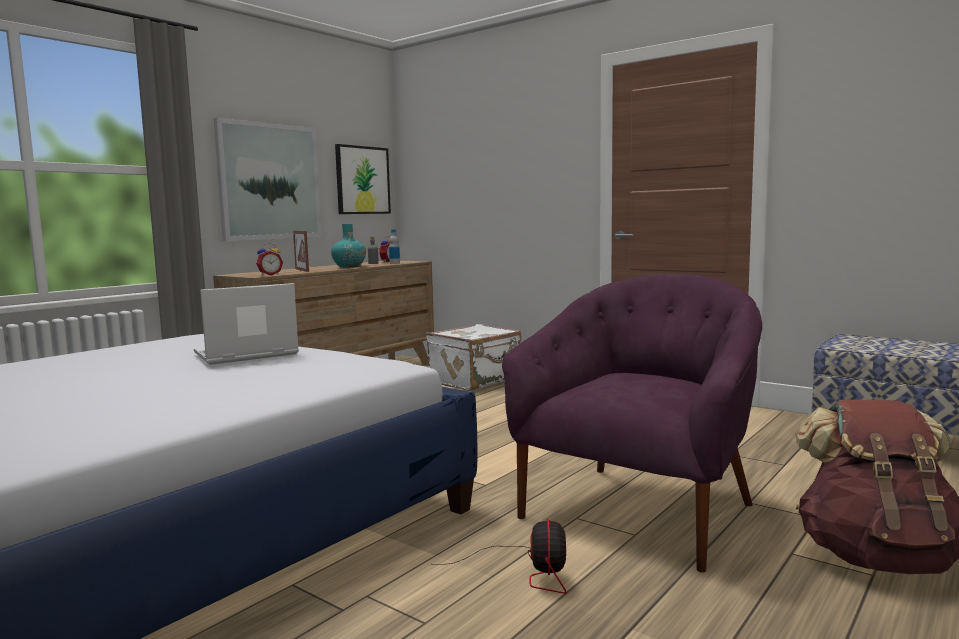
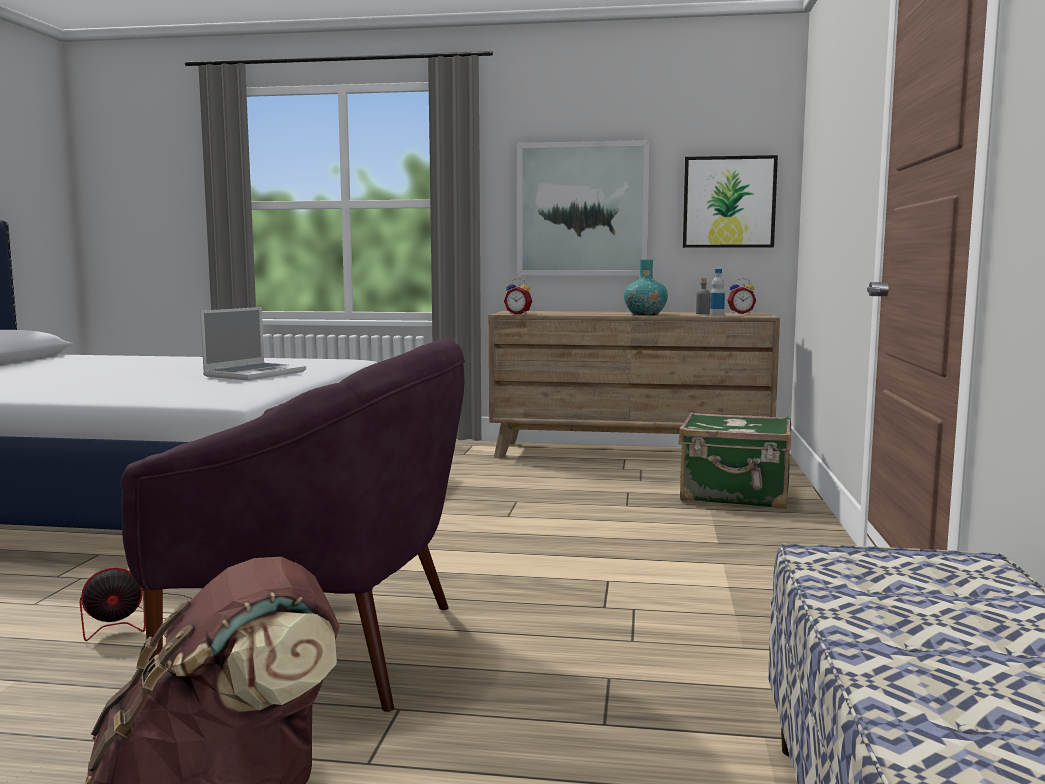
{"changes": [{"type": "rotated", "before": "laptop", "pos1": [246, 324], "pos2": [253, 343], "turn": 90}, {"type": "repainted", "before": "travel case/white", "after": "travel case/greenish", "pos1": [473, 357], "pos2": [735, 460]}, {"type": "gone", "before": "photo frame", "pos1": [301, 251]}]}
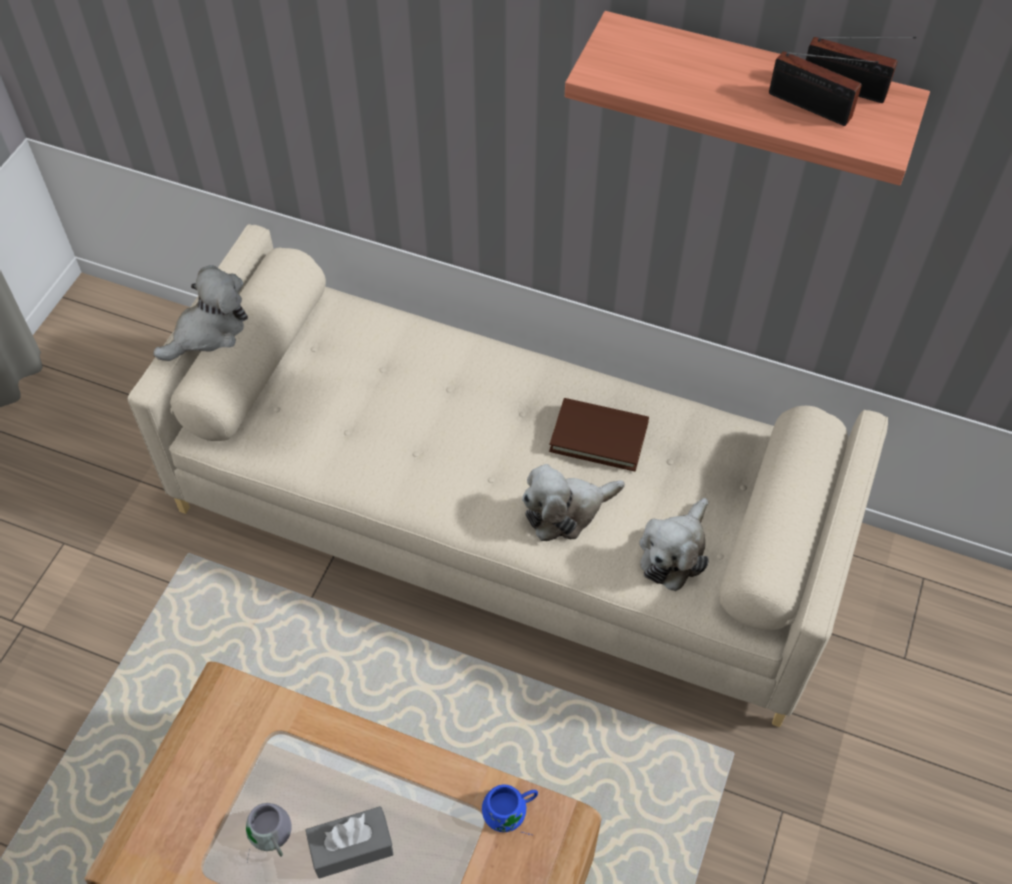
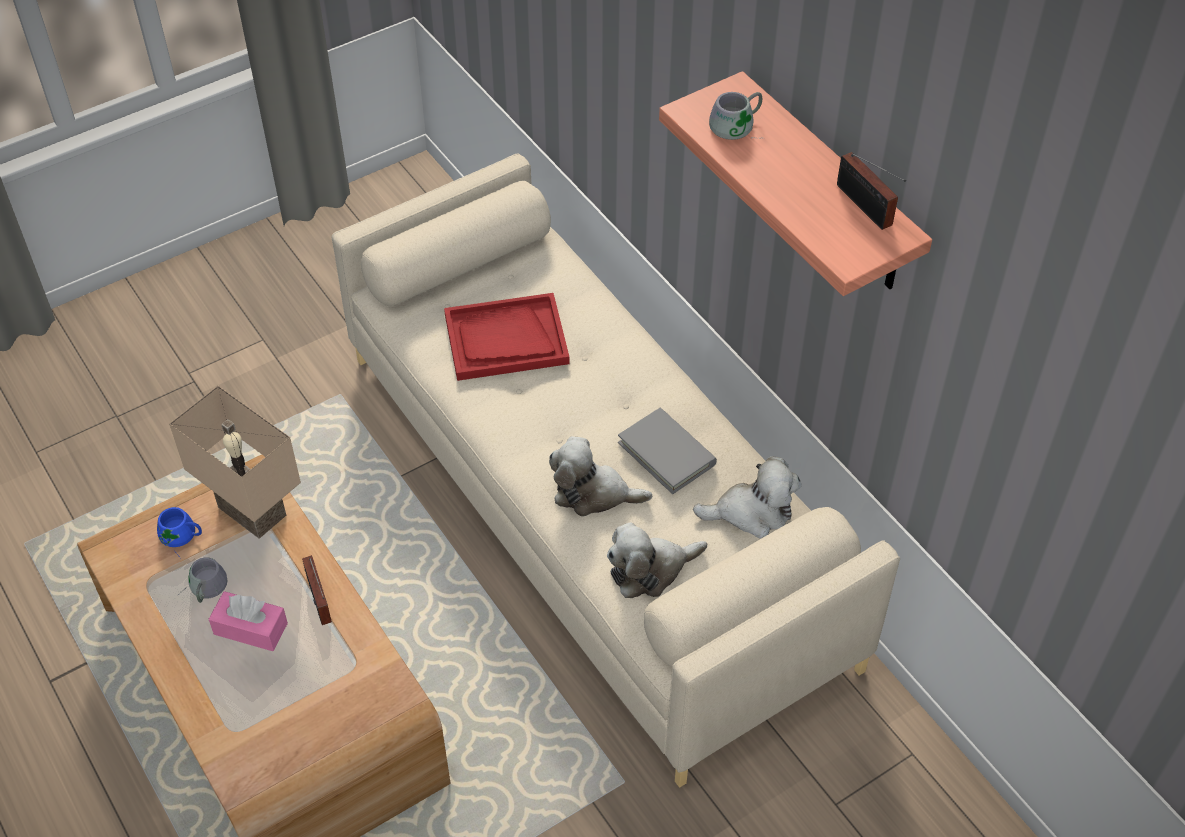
{"changes": [{"type": "shifted", "before": "coffee mug/bluish", "pos1": [510, 809], "pos2": [179, 531]}, {"type": "new", "after": "lamp for a table/beige-coloured", "pos2": [235, 462]}, {"type": "repainted", "before": "tissue holder/gray", "after": "tissue holder/pink", "pos1": [350, 842], "pos2": [248, 621]}, {"type": "shifted", "before": "radio receiver", "pos1": [824, 88], "pos2": [317, 590]}, {"type": "new", "after": "carrying tray/reddish", "pos2": [507, 337]}, {"type": "repainted", "before": "volume/brown", "after": "volume/gray", "pos1": [599, 435], "pos2": [667, 451]}, {"type": "shifted", "before": "plush toy", "pos1": [200, 313], "pos2": [747, 497]}, {"type": "new", "after": "coffee mug/gray", "pos2": [736, 116]}]}
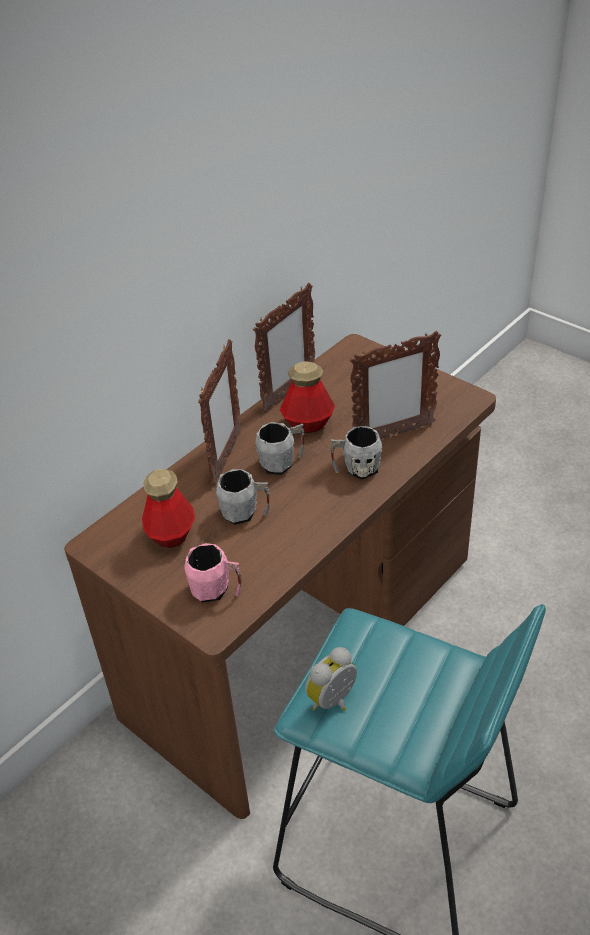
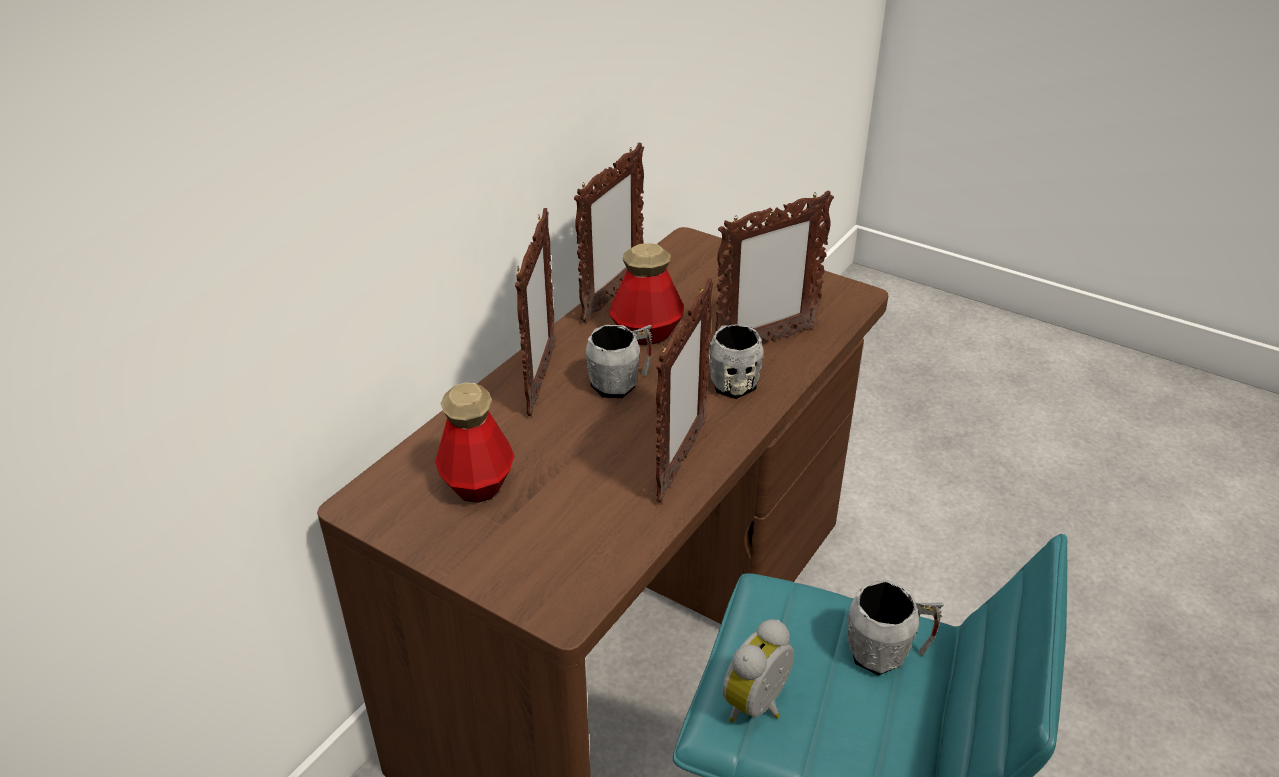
{"changes": [{"type": "new", "after": "photo frame", "pos2": [684, 390]}, {"type": "shifted", "before": "coffee mug/gray", "pos1": [243, 497], "pos2": [896, 627]}, {"type": "gone", "before": "coffee mug/pink", "pos1": [212, 573]}]}
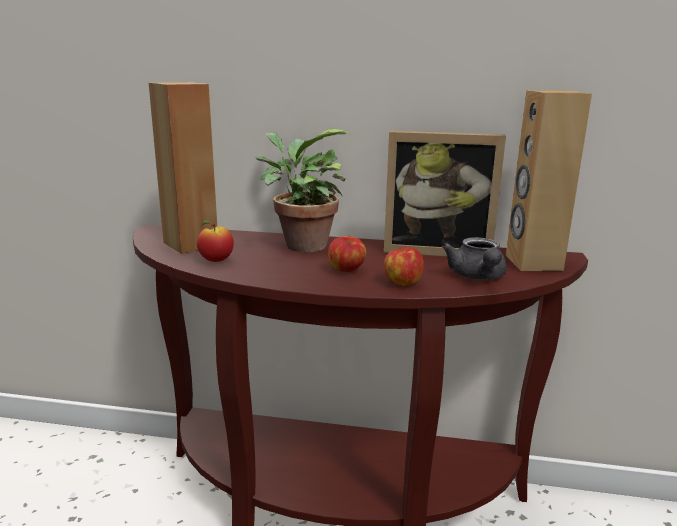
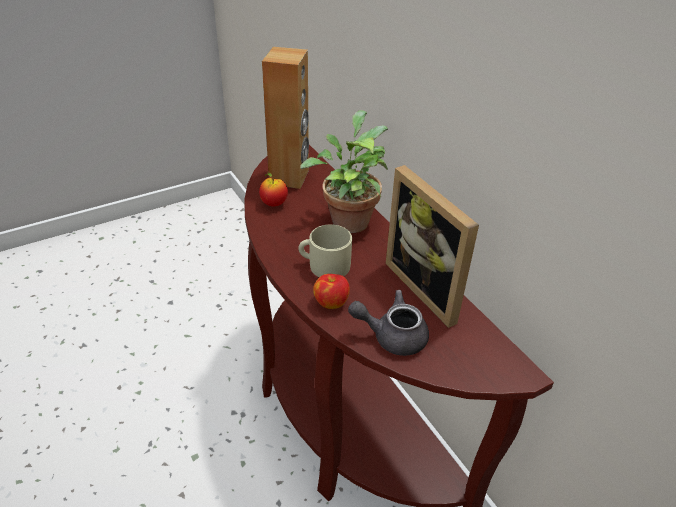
{"changes": [{"type": "swapped", "before": "whole apple", "after": "coffee mug/beige-coloured", "pos1": [347, 254], "pos2": [325, 250]}, {"type": "rotated", "before": "tea pot/gray", "pos1": [474, 258], "pos2": [388, 323], "turn": 45}, {"type": "gone", "before": "loudspeaker/brown", "pos1": [549, 180]}]}
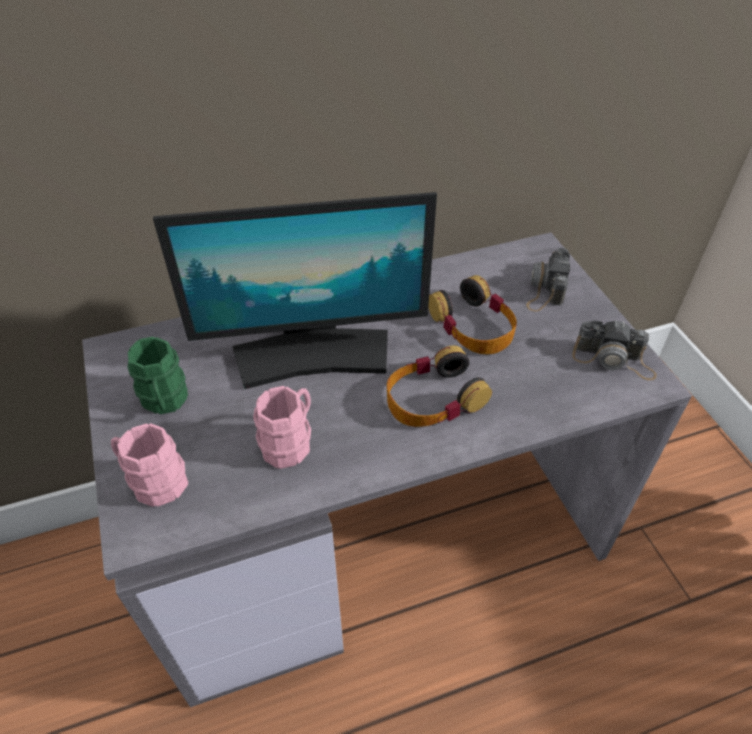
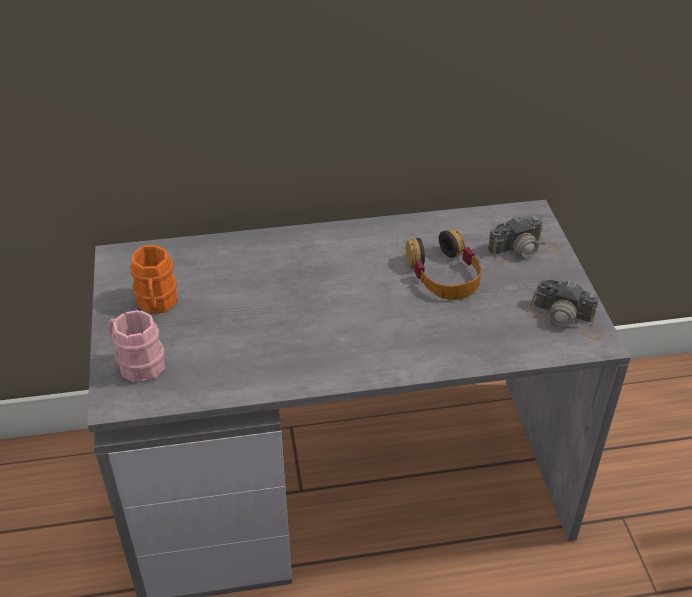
{"changes": [{"type": "repainted", "before": "coffee mug/greenish", "after": "coffee mug/orangey", "pos1": [157, 375], "pos2": [154, 279]}, {"type": "rotated", "before": "photo camera", "pos1": [548, 279], "pos2": [524, 239], "turn": -135}, {"type": "gone", "before": "monitor", "pos1": [295, 290]}, {"type": "gone", "before": "coffee mug/pink", "pos1": [282, 427]}, {"type": "gone", "before": "headphones", "pos1": [439, 386]}]}
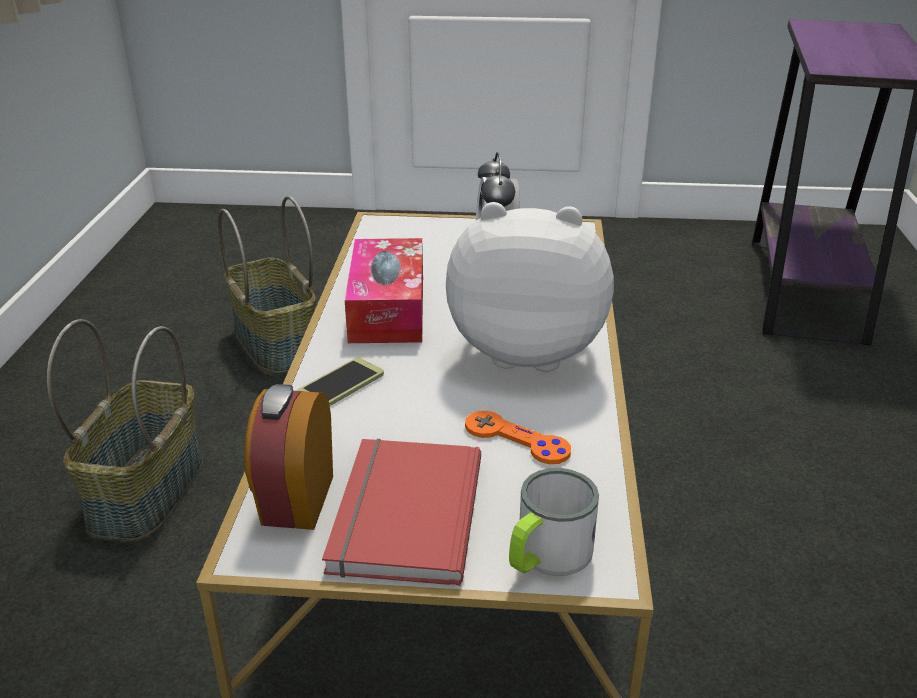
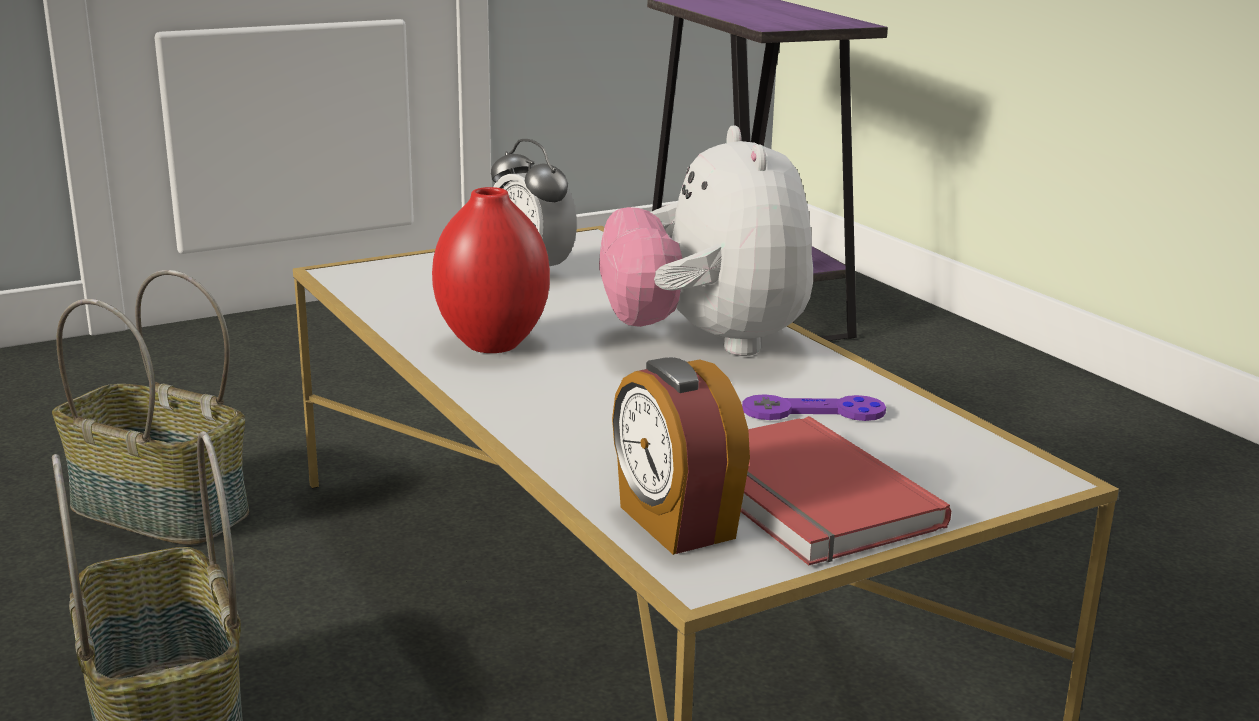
{"changes": [{"type": "swapped", "before": "tissue holder", "after": "vase/reddish", "pos1": [384, 290], "pos2": [491, 270]}, {"type": "rotated", "before": "plush toy", "pos1": [530, 287], "pos2": [706, 241], "turn": -75}, {"type": "repainted", "before": "joypad/orangey", "after": "joypad/purple", "pos1": [518, 437], "pos2": [814, 407]}, {"type": "gone", "before": "handset", "pos1": [340, 382]}, {"type": "gone", "before": "coffee mug", "pos1": [554, 522]}]}
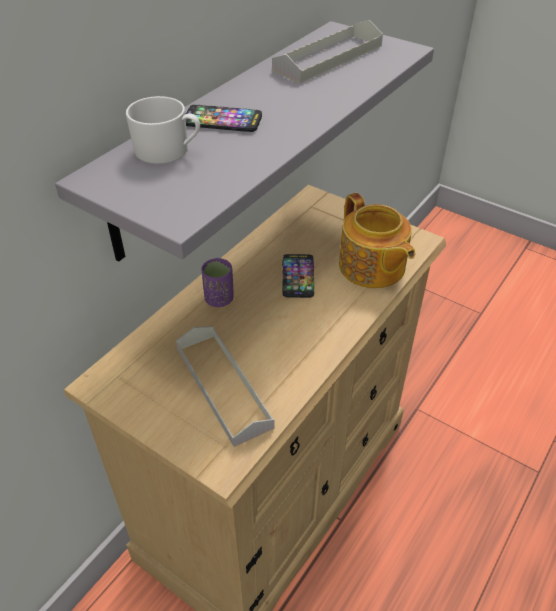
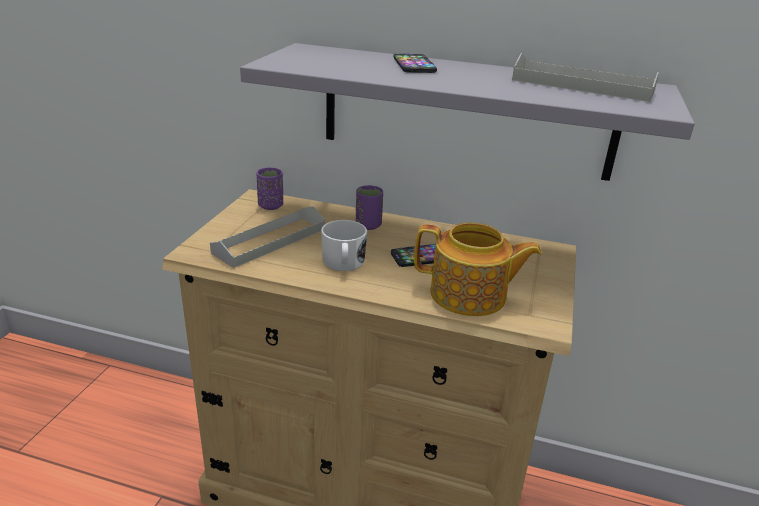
{"changes": [{"type": "new", "after": "small cup/purple", "pos2": [269, 189]}, {"type": "shifted", "before": "coffee mug/white", "pos1": [163, 130], "pos2": [344, 245]}, {"type": "rotated", "before": "tea pot", "pos1": [377, 240], "pos2": [478, 269], "turn": -120}]}
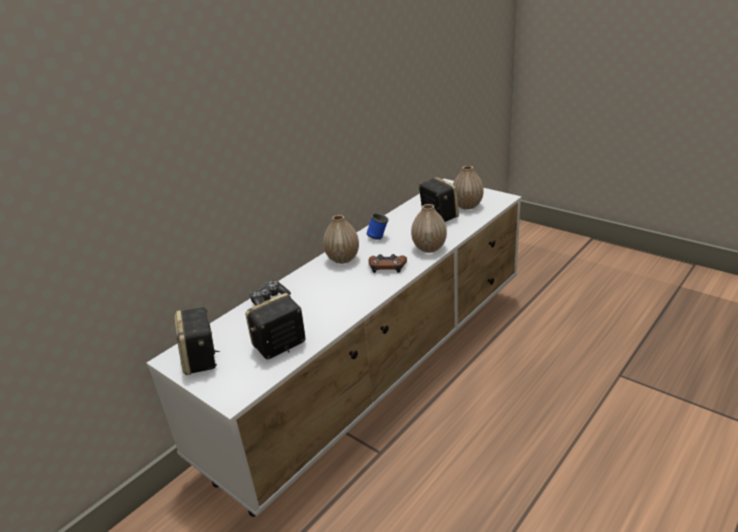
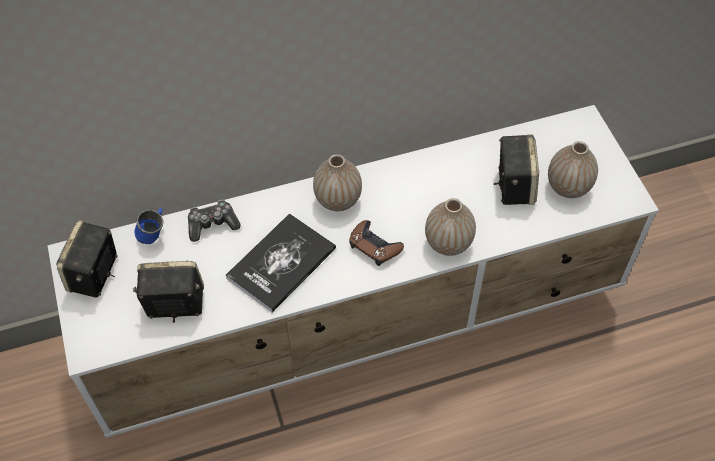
{"changes": [{"type": "shifted", "before": "coffee mug/bluish", "pos1": [377, 226], "pos2": [149, 226]}, {"type": "new", "after": "volume", "pos2": [281, 263]}]}
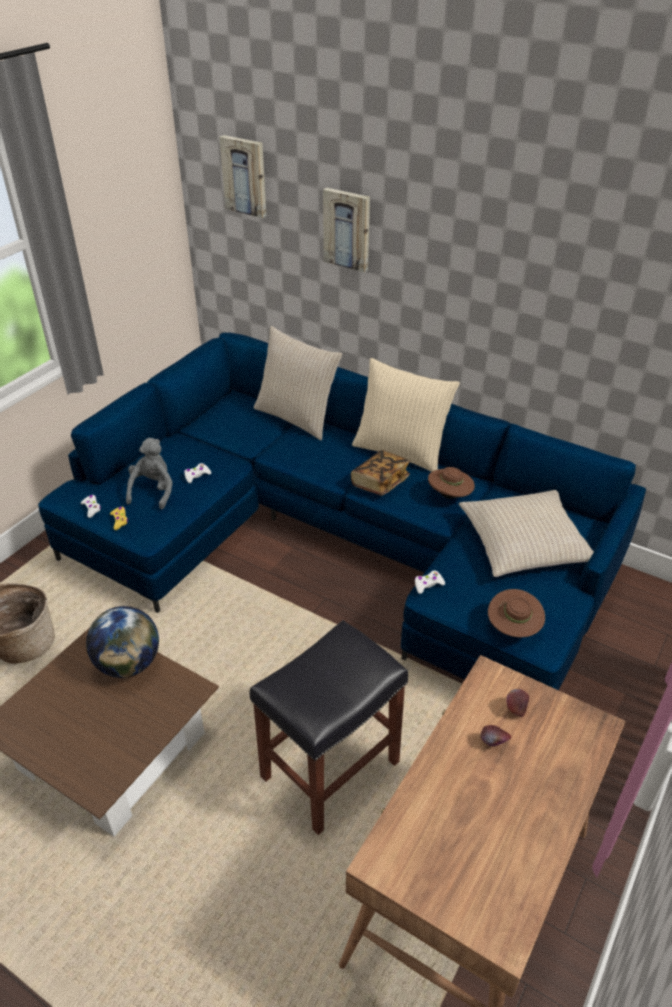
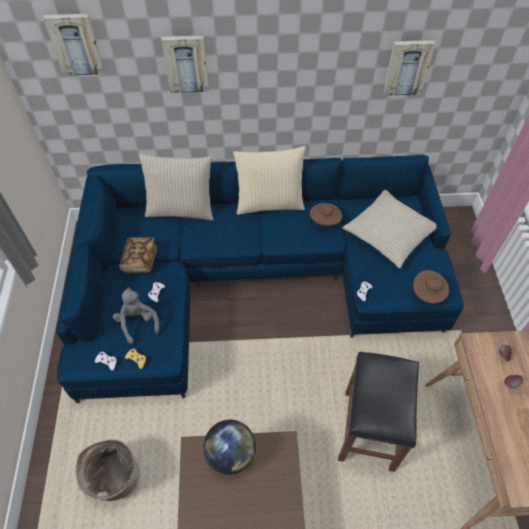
{"changes": [{"type": "shifted", "before": "volume", "pos1": [380, 473], "pos2": [138, 255]}, {"type": "new", "after": "wall art", "pos2": [409, 68]}]}
